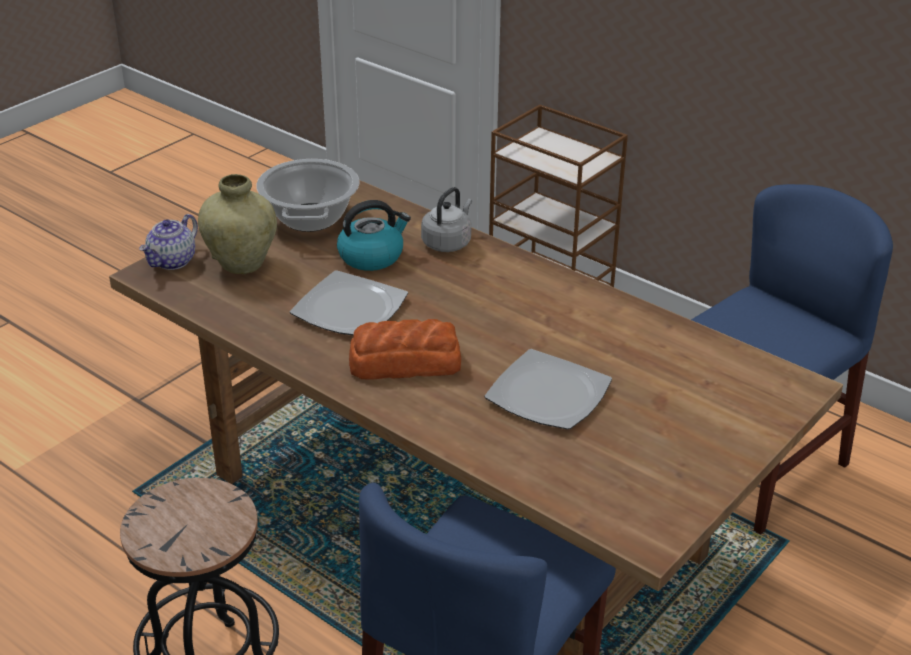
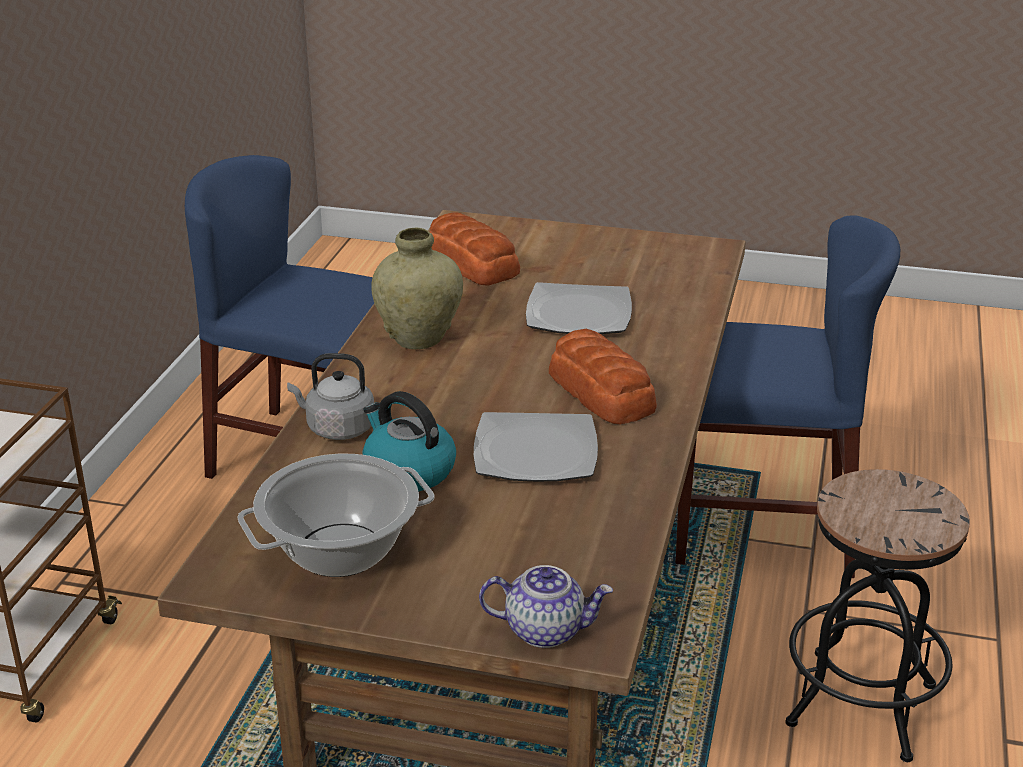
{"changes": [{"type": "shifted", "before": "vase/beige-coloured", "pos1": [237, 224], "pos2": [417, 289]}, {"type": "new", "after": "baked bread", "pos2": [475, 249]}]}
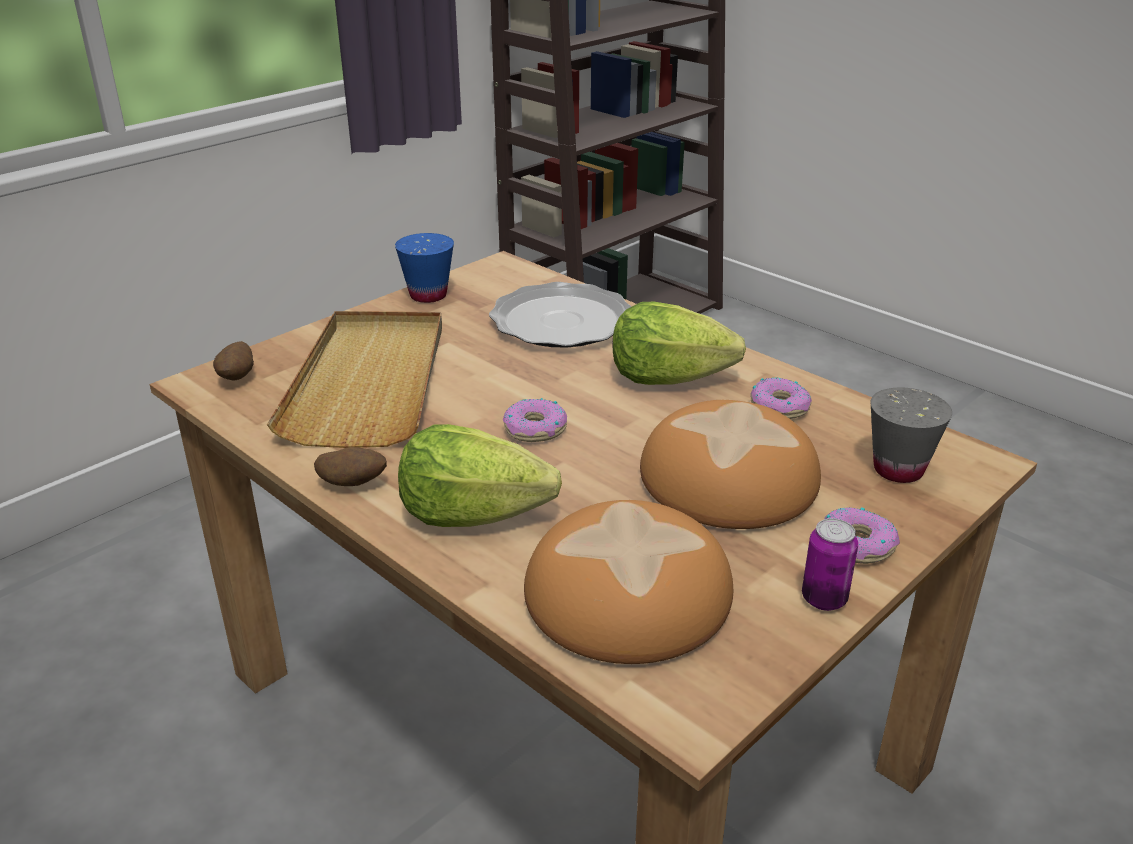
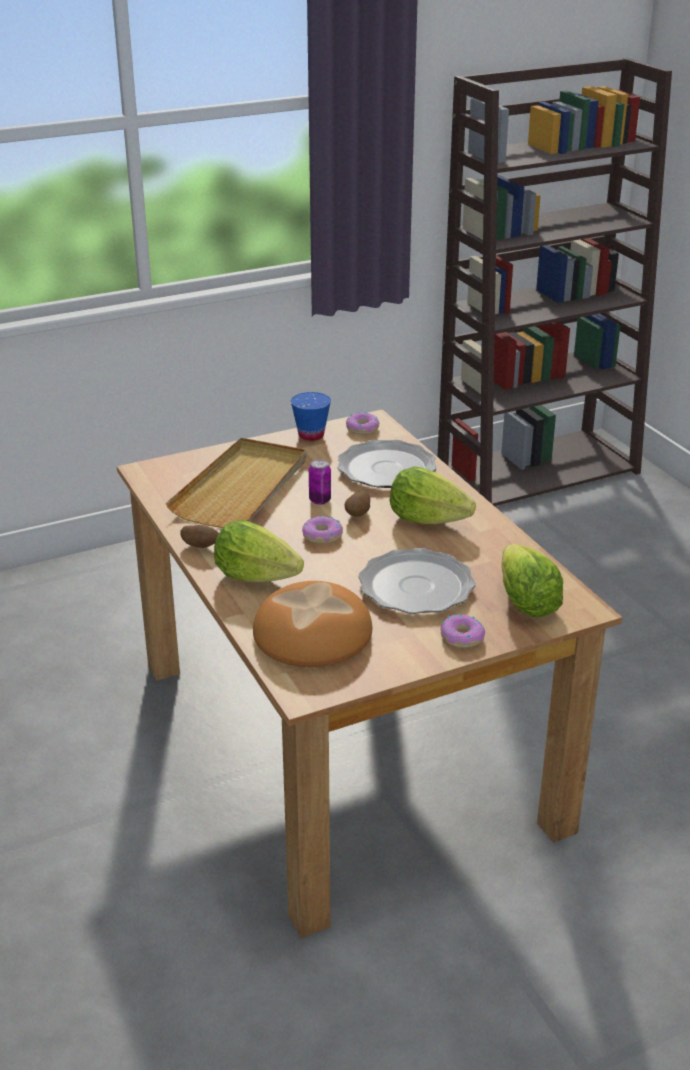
{"changes": [{"type": "shifted", "before": "can", "pos1": [830, 564], "pos2": [320, 482]}, {"type": "shifted", "before": "spud", "pos1": [233, 360], "pos2": [357, 504]}, {"type": "shifted", "before": "doughnut", "pos1": [781, 398], "pos2": [363, 423]}, {"type": "swapped", "before": "baked bread", "after": "flat dish", "pos1": [730, 464], "pos2": [417, 581]}, {"type": "swapped", "before": "small cup/gray", "after": "head of lettuce", "pos1": [911, 435], "pos2": [532, 580]}]}
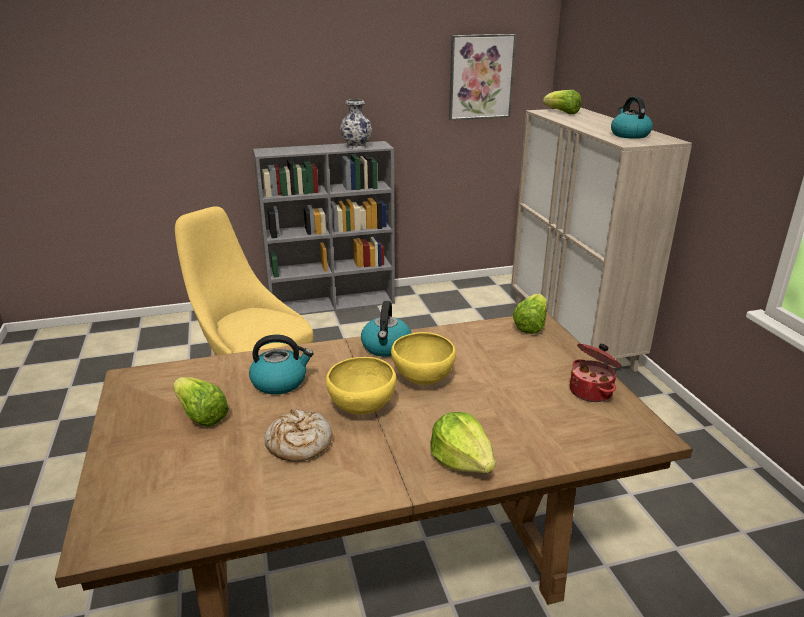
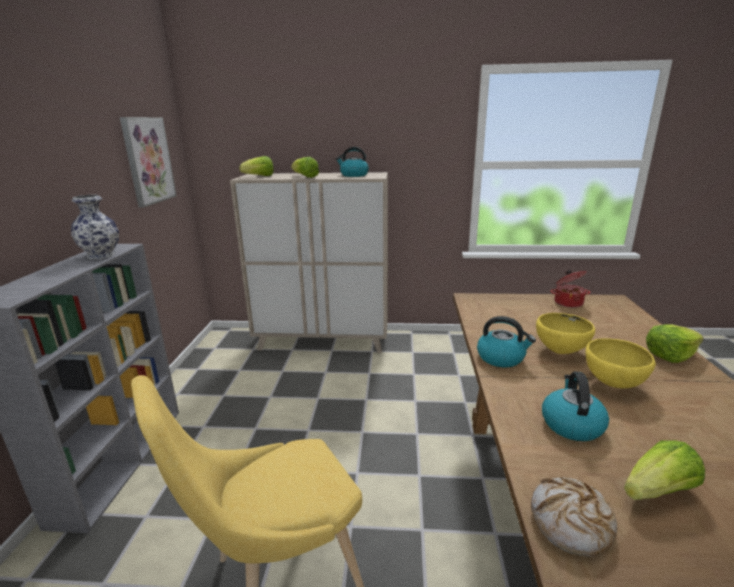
{"changes": [{"type": "shifted", "before": "head of lettuce", "pos1": [530, 314], "pos2": [305, 167]}, {"type": "shifted", "before": "baked bread", "pos1": [298, 435], "pos2": [574, 517]}]}
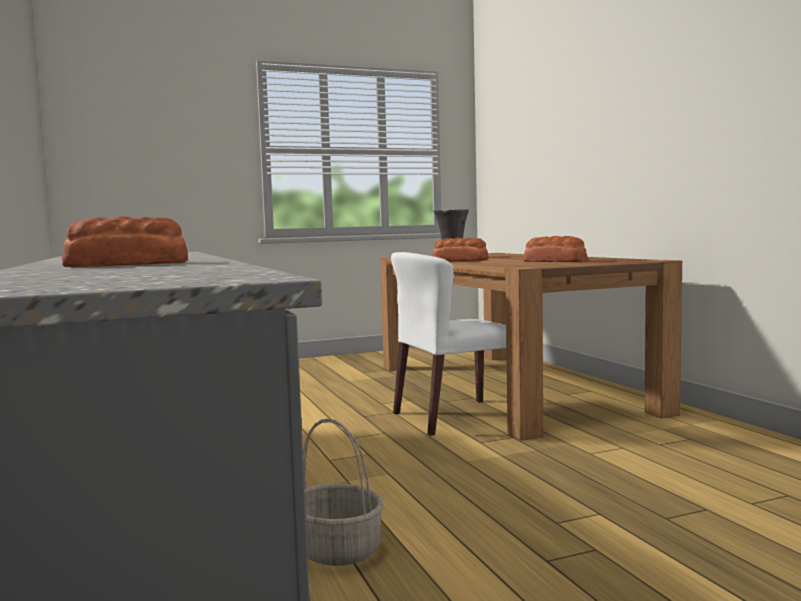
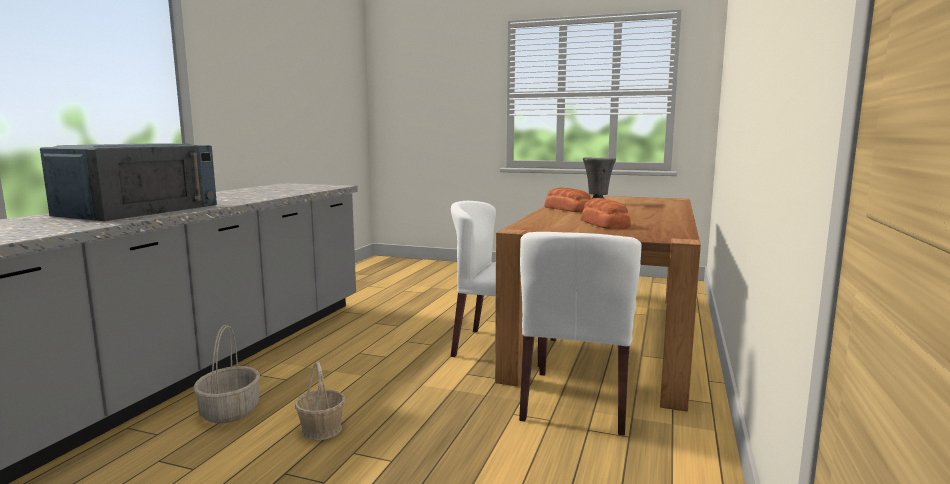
{"changes": [{"type": "swapped", "before": "baked bread", "after": "kitchen microwave/bluish", "pos1": [125, 241], "pos2": [128, 182]}, {"type": "new", "after": "household basket", "pos2": [320, 400]}, {"type": "new", "after": "plain chair/white", "pos2": [580, 334]}]}
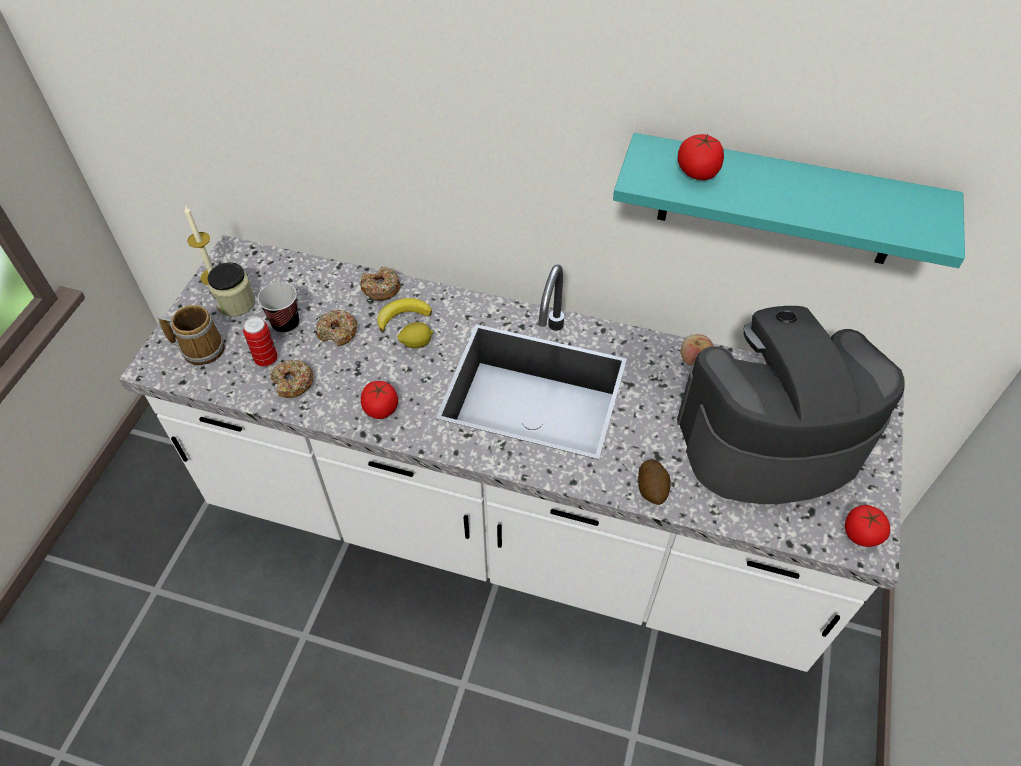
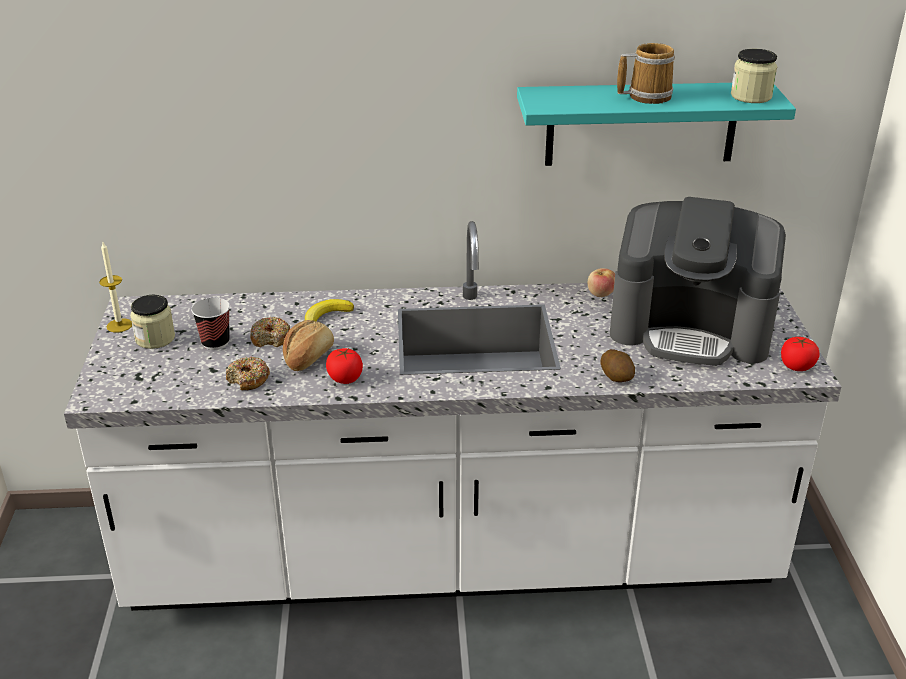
{"changes": [{"type": "new", "after": "baked bread", "pos2": [308, 345]}, {"type": "rotated", "before": "coffee brewer", "pos1": [791, 405], "pos2": [698, 281], "turn": -135}, {"type": "shifted", "before": "coffee mug", "pos1": [191, 335], "pos2": [646, 73]}, {"type": "new", "after": "storage jar", "pos2": [754, 76]}, {"type": "gone", "before": "can", "pos1": [260, 342]}, {"type": "gone", "before": "doughnut", "pos1": [380, 283]}, {"type": "gone", "before": "citrus fruit", "pos1": [415, 335]}, {"type": "gone", "before": "fresh tomato", "pos1": [701, 157]}]}
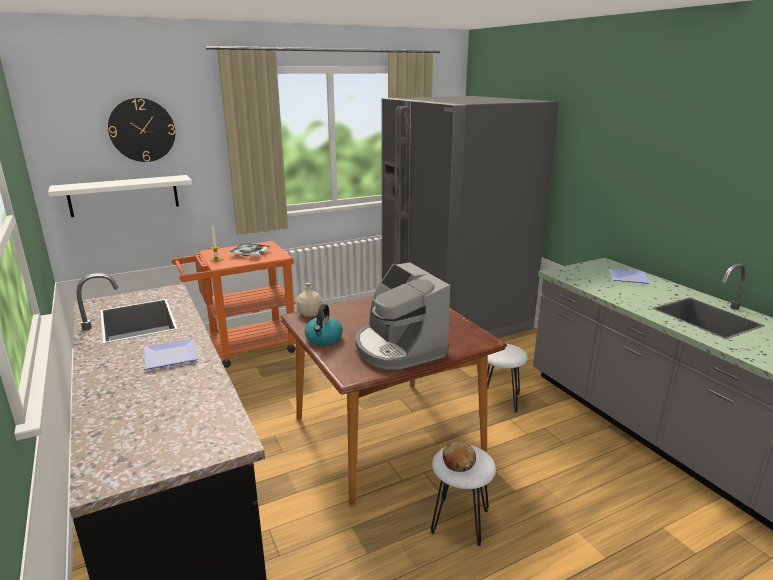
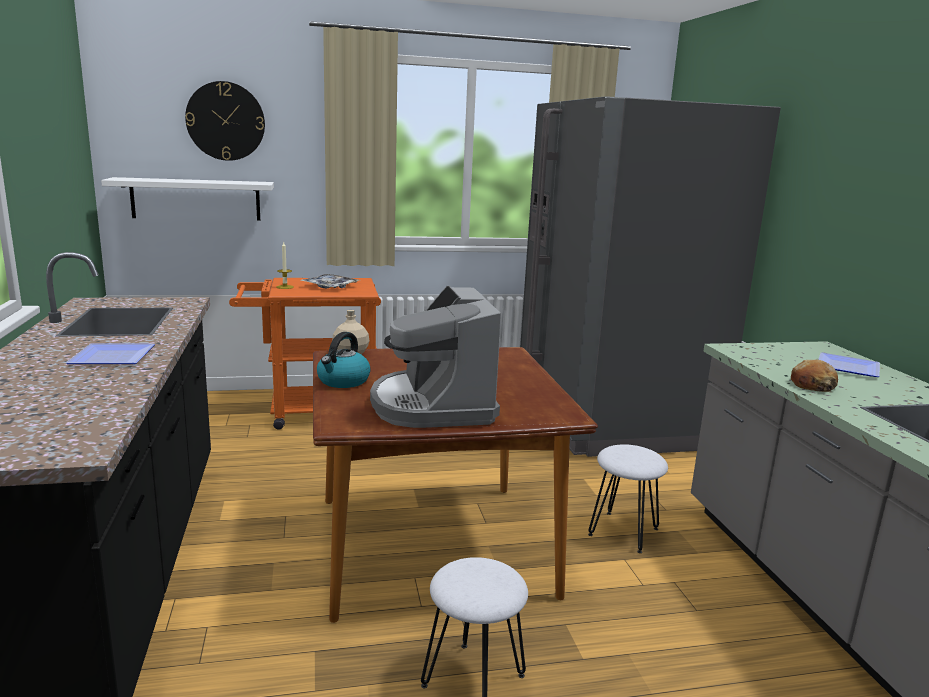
{"changes": [{"type": "shifted", "before": "baked bread", "pos1": [459, 456], "pos2": [814, 375]}]}
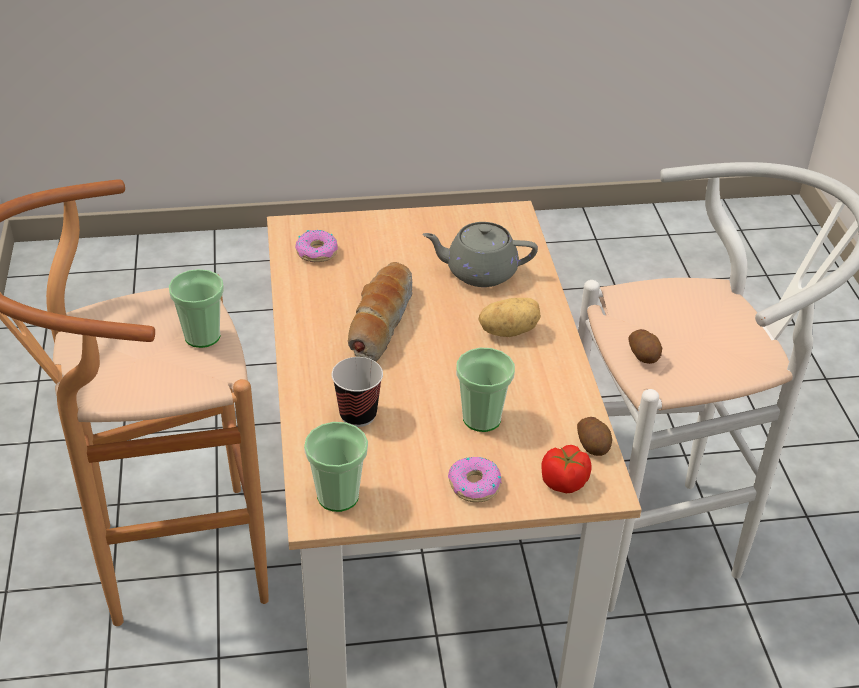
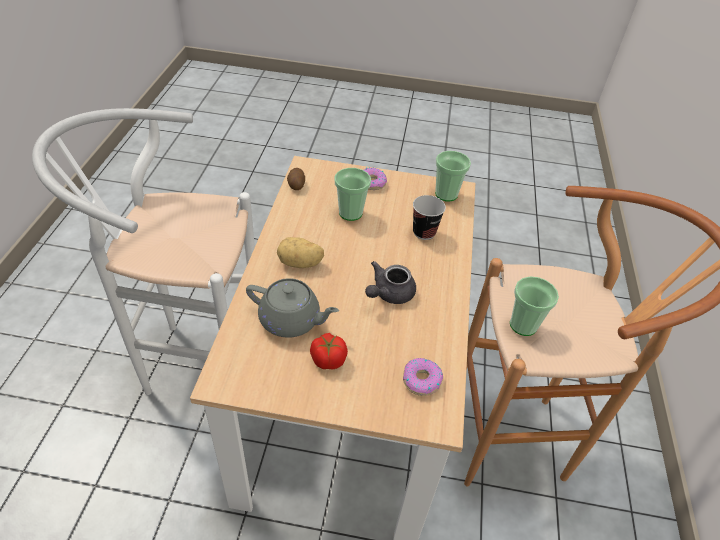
{"changes": [{"type": "shifted", "before": "fresh tomato", "pos1": [567, 469], "pos2": [329, 351]}, {"type": "swapped", "before": "baked bread", "after": "tea pot/gray", "pos1": [380, 312], "pos2": [390, 282]}, {"type": "gone", "before": "spud", "pos1": [645, 346]}]}
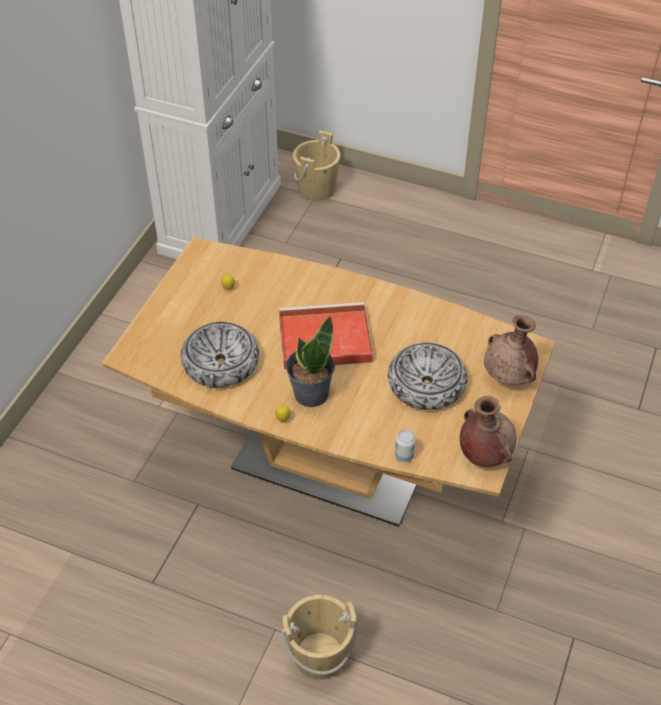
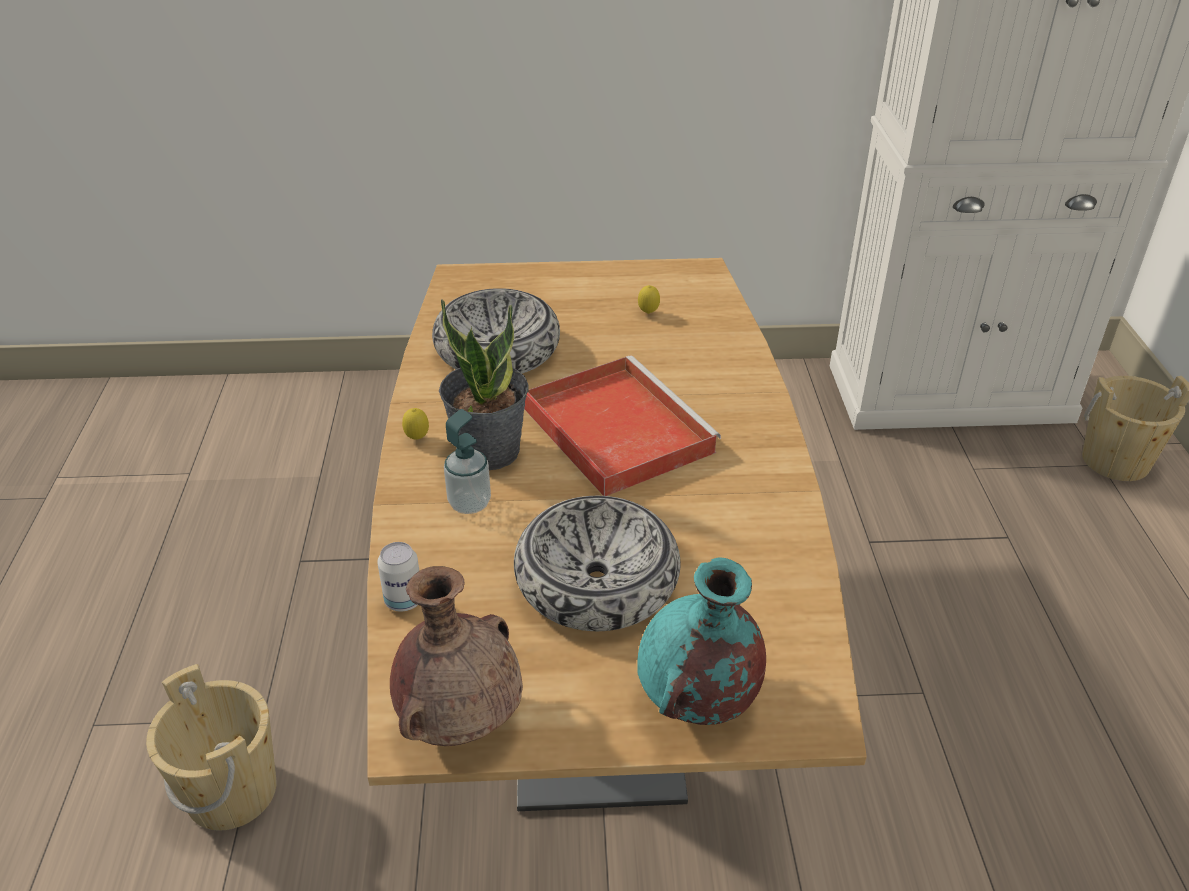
{"changes": [{"type": "new", "after": "soap bottle", "pos2": [467, 461]}, {"type": "repainted", "before": "vase/brown", "after": "vase/turquoise", "pos1": [511, 350], "pos2": [701, 641]}]}
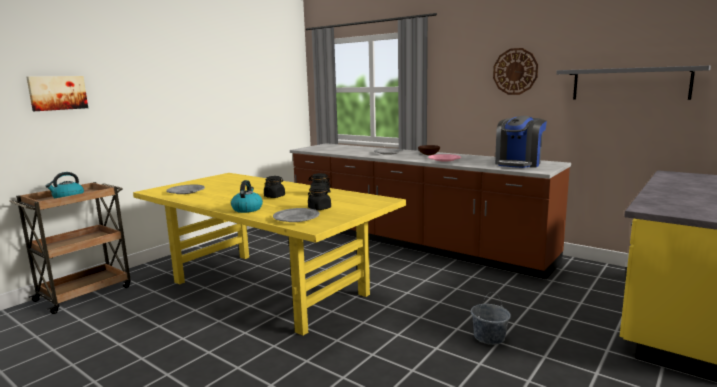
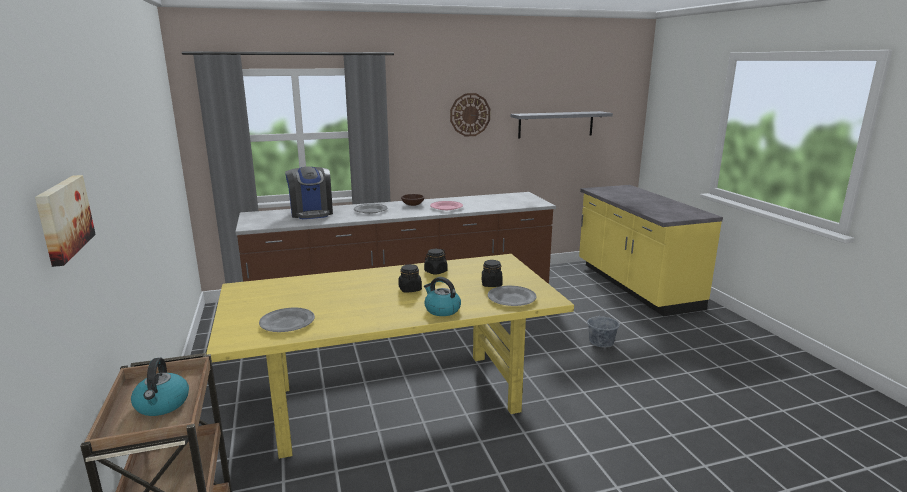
{"changes": [{"type": "shifted", "before": "coffee brewer", "pos1": [521, 142], "pos2": [309, 192]}]}
